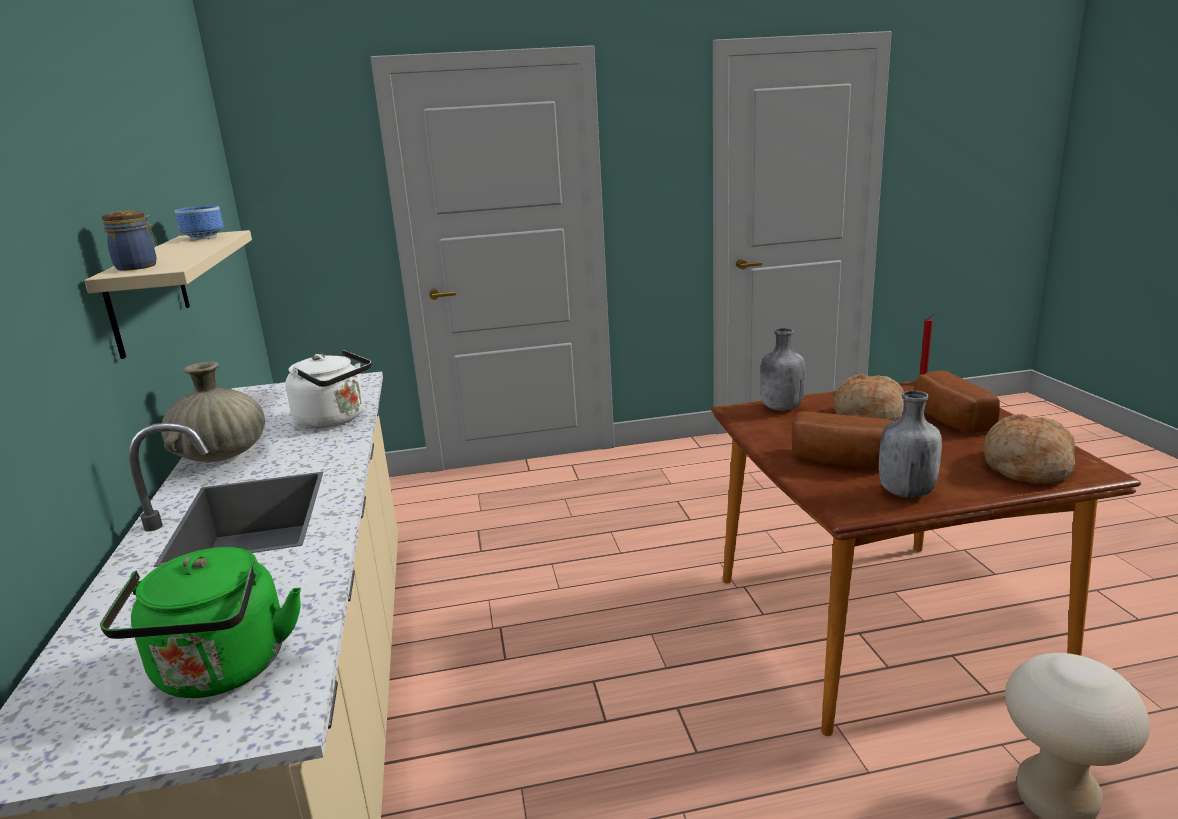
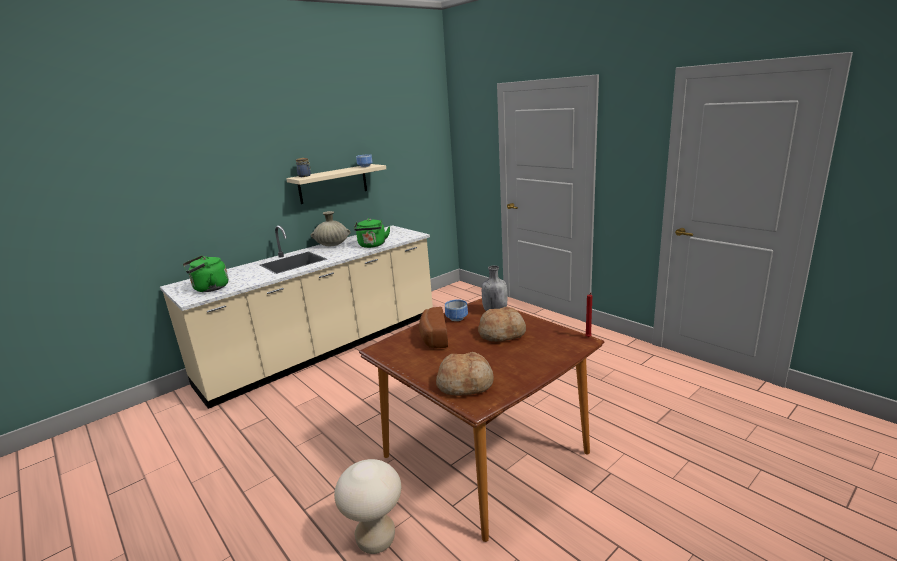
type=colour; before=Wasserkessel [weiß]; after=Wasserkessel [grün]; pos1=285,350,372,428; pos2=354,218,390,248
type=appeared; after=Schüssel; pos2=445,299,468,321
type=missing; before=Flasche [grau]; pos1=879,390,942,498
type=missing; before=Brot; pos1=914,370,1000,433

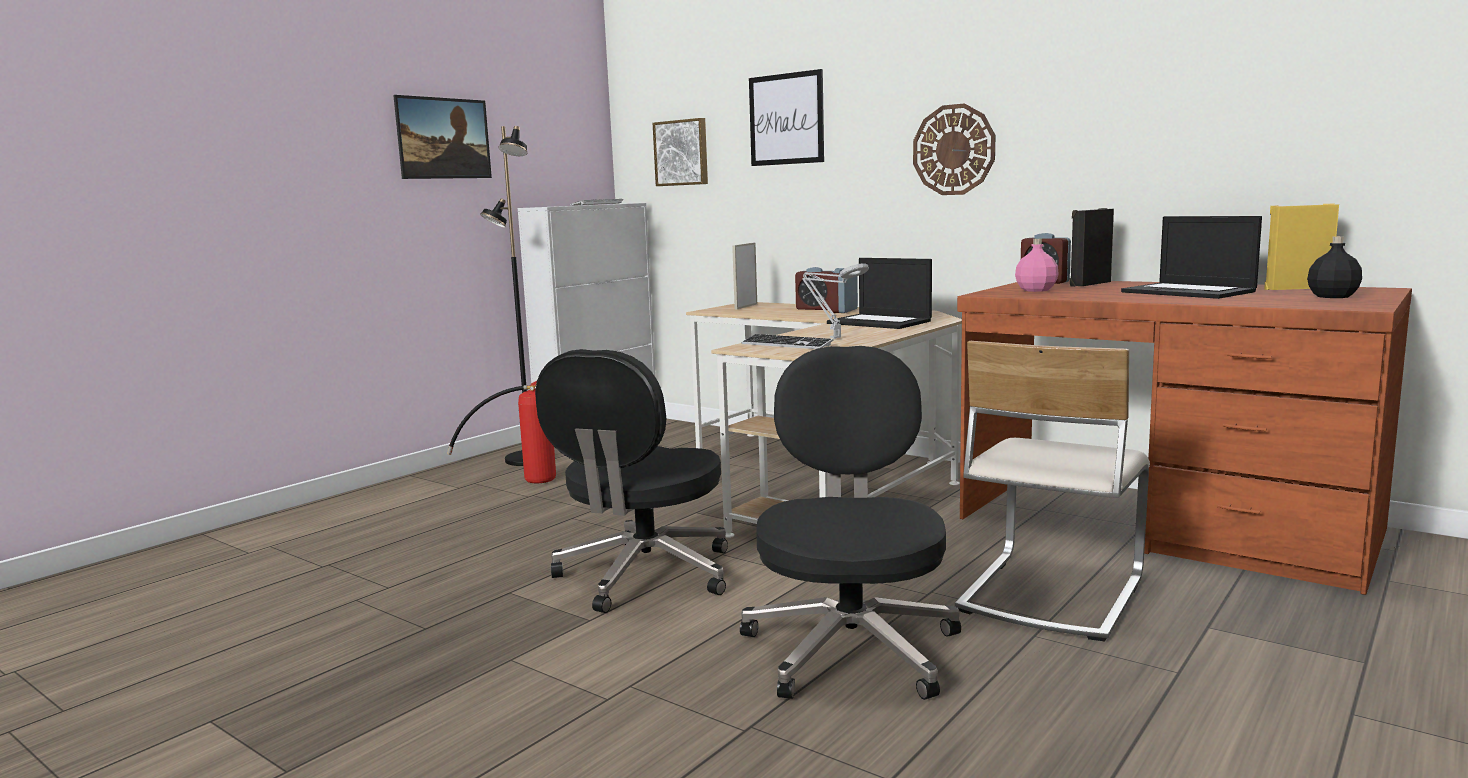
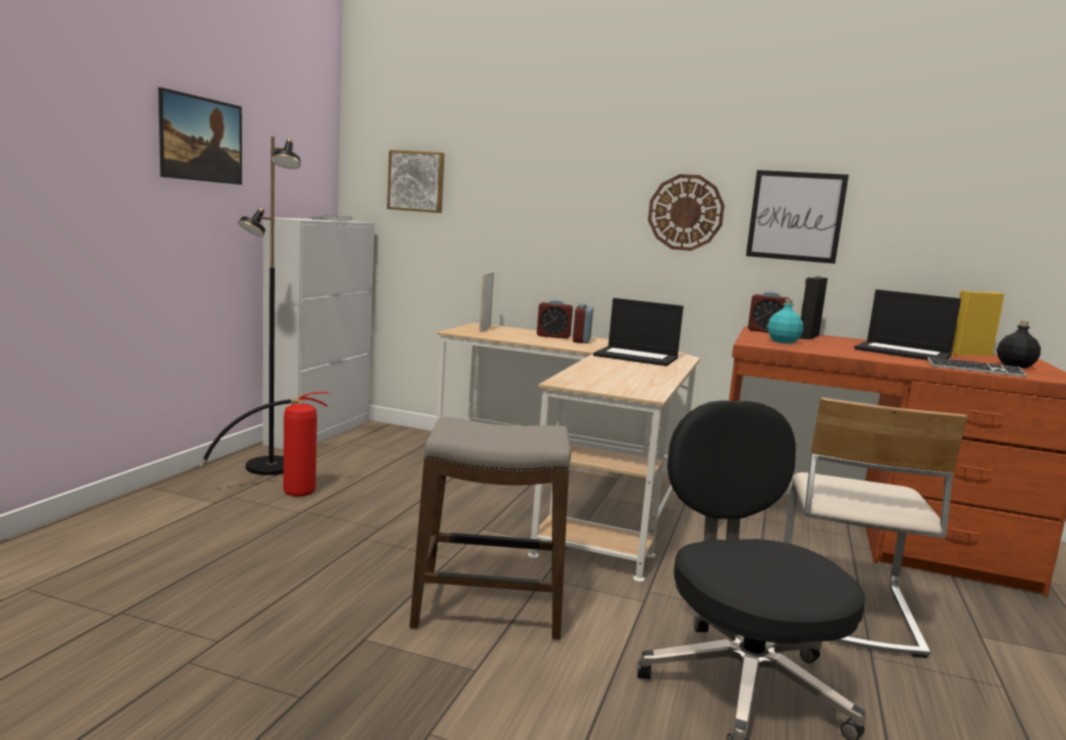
type=exchanged; before=Bürostuhl [schwarz]; after=Hocker; pos1=535,349,728,613; pos2=410,417,571,640
type=relocated; before=Bild; pos1=749,69,824,166; pos2=746,170,849,264
type=colour; before=Flasche [rosa]; after=Flasche [türkis]; pos1=1015,238,1059,292; pos2=767,299,803,343
type=relocated; before=Tastatur; pos1=741,334,833,349; pos2=927,357,1027,377
type=missing; before=Tischlampe [grau]; pos1=803,263,869,339

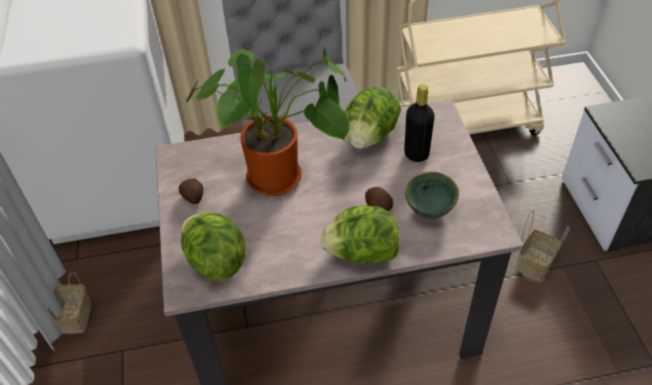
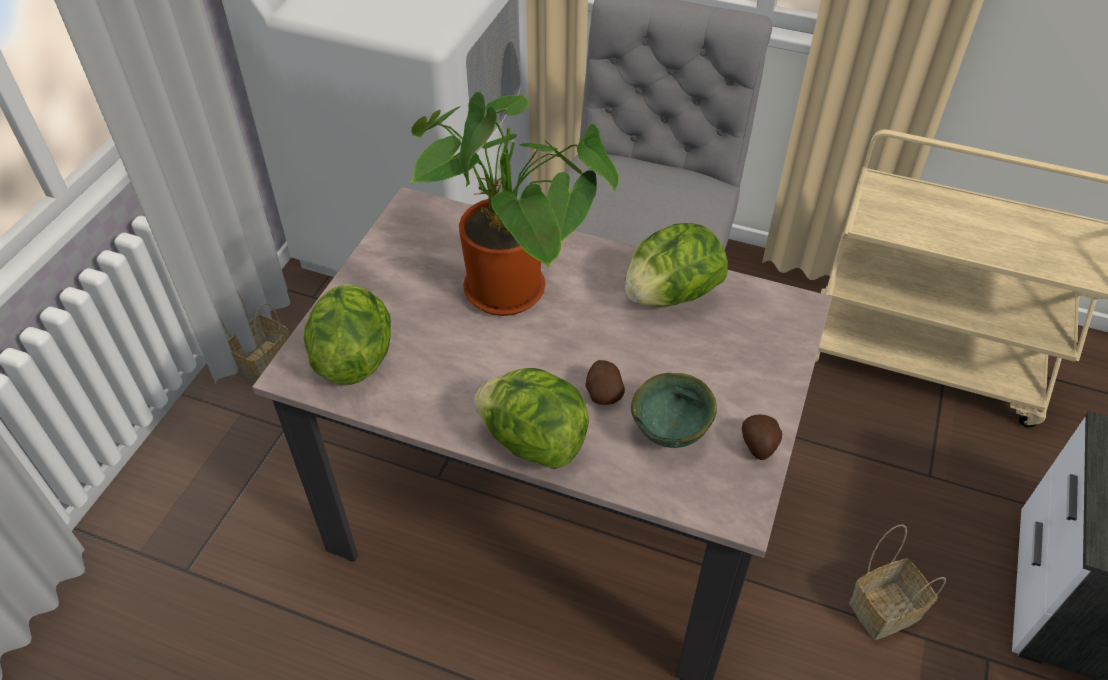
type=relocated; before=Kartoffel; pos1=178,179,203,204; pos2=742,414,782,460
type=missing; before=Flasche [schwarz]; pos1=404,84,435,162

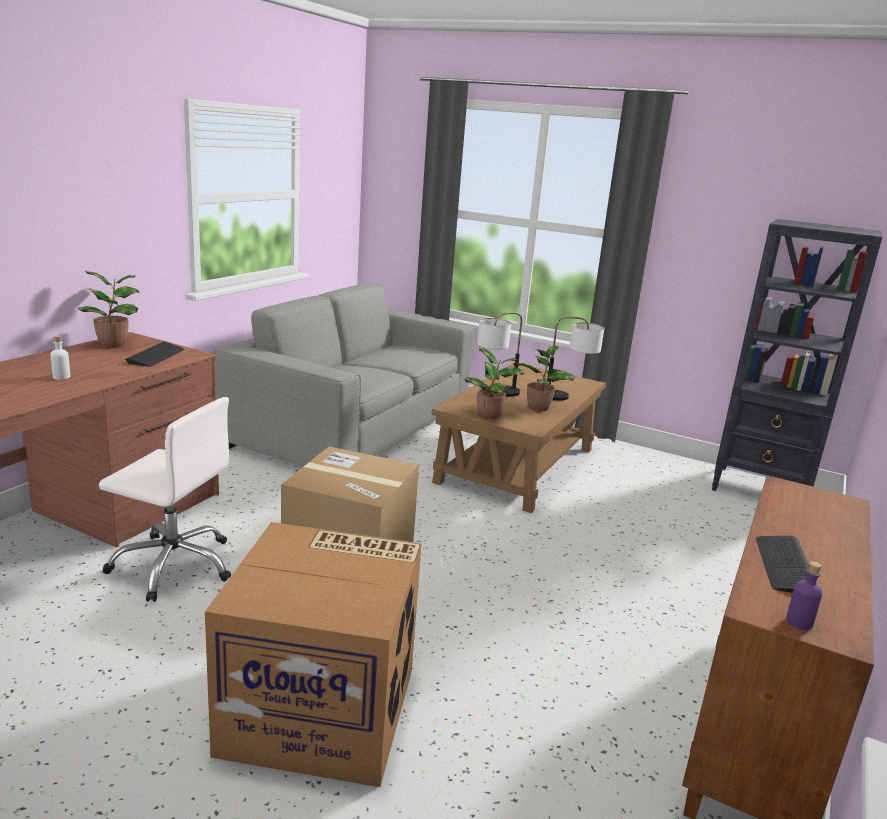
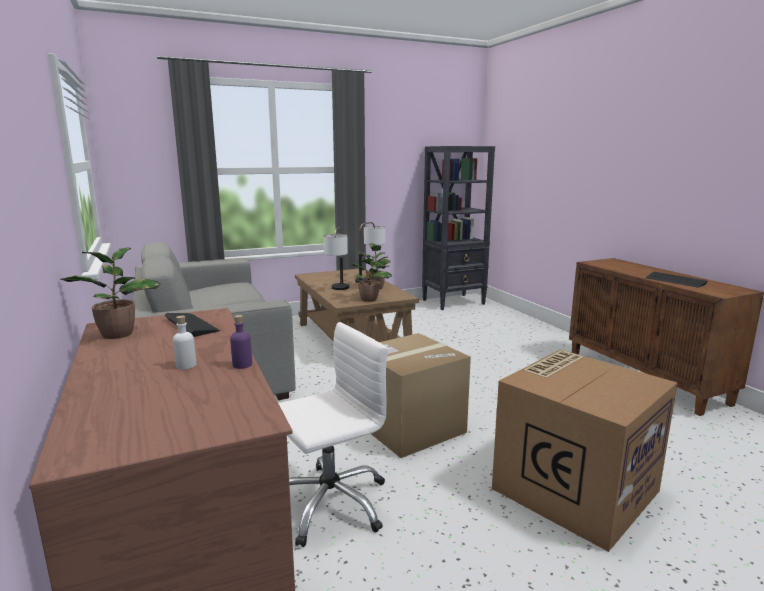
type=relocated; before=Flasche [lila]; pos1=786,561,822,630; pos2=230,315,252,369

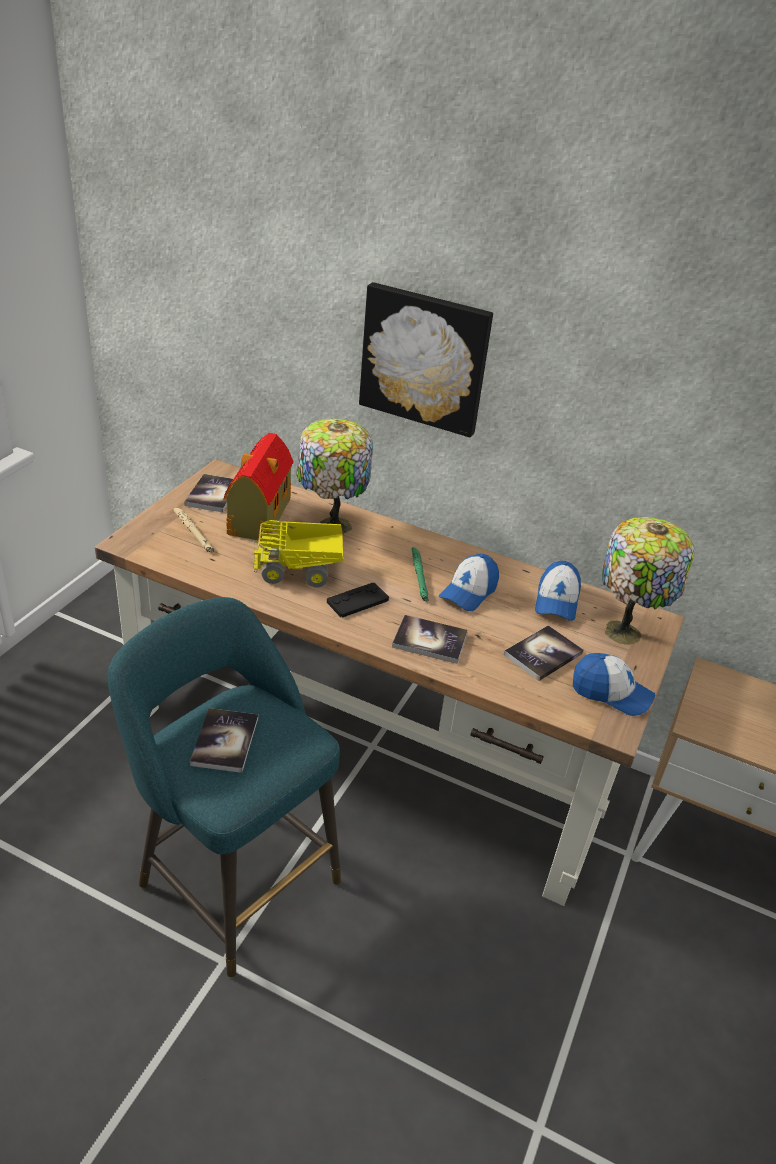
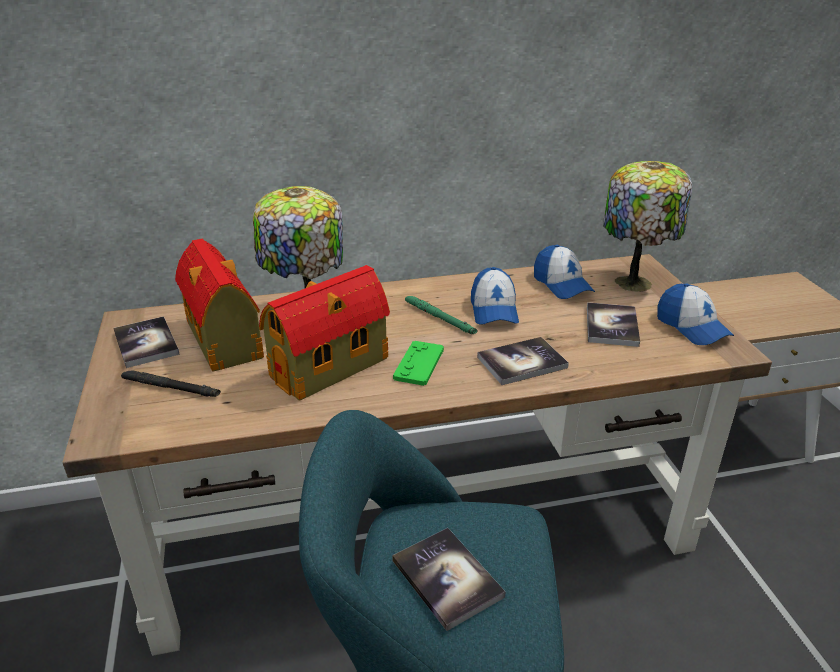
type=colour; before=Taschenlampe [beige]; after=Taschenlampe [schwarz]; pos1=173,508,214,552; pos2=121,371,221,397
type=exchanged; before=Spielzeuglaster; after=Spielzeughaus; pos1=253,520,343,588; pos2=259,265,390,401
type=colour; before=Gamepad [schwarz]; after=Gamepad [grün]; pos1=327,583,389,618; pos2=393,341,444,386
type=spun; before=Kappe; pos1=573,653,655,716; pos2=657,284,734,345; turn=75
type=missing; before=Bild; pos1=359,282,493,437

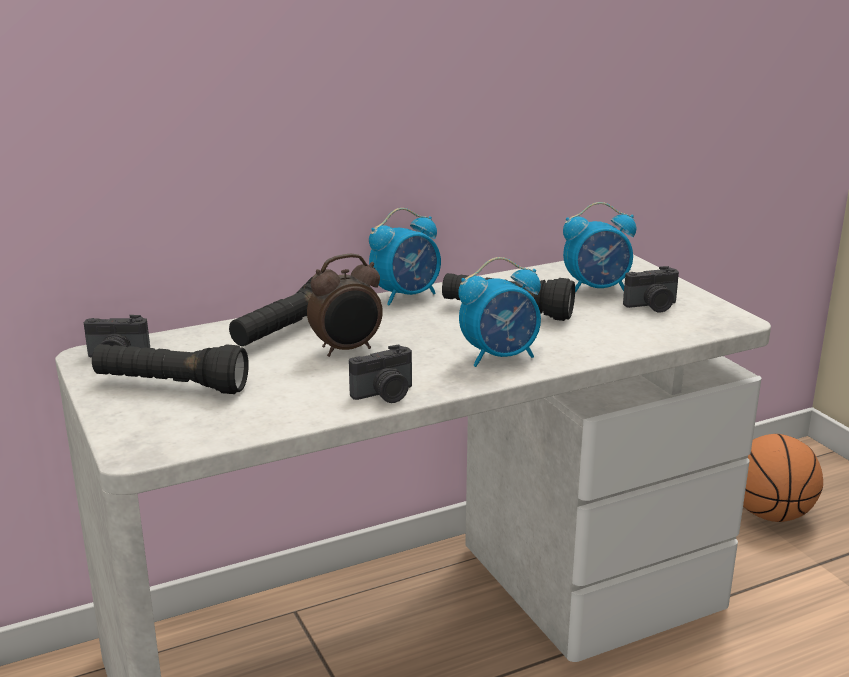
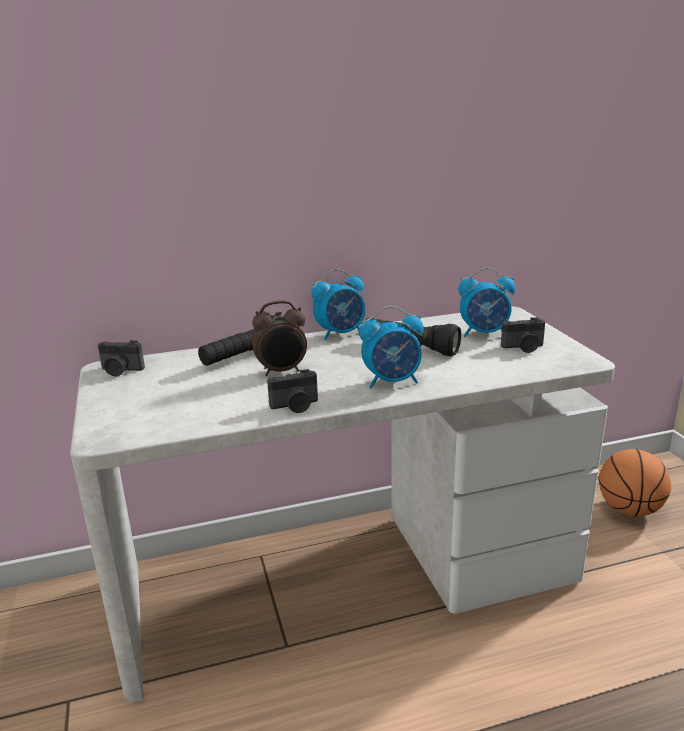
type=missing; before=Taschenlampe [schwarz]; pos1=92,344,249,394

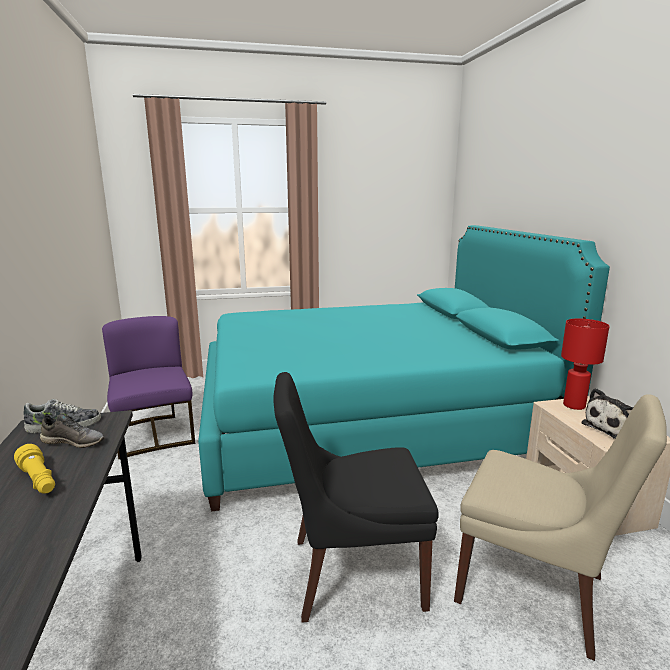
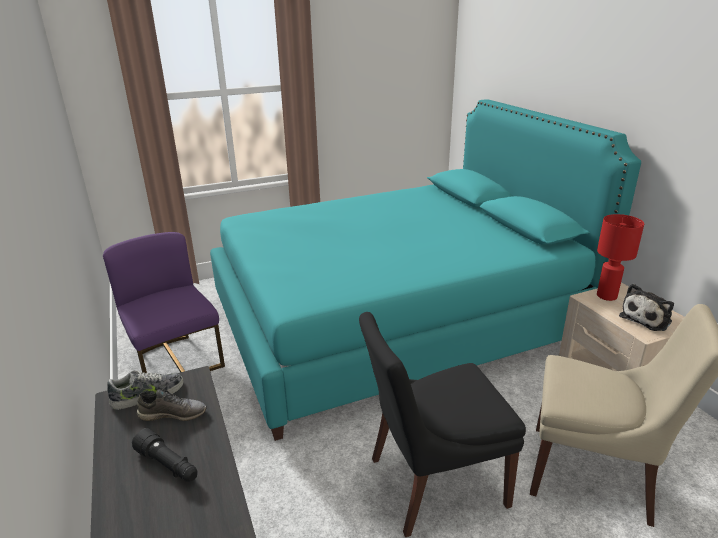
type=colour; before=Taschenlampe [gelb]; after=Taschenlampe [schwarz]; pos1=14,444,55,494; pos2=132,428,198,482

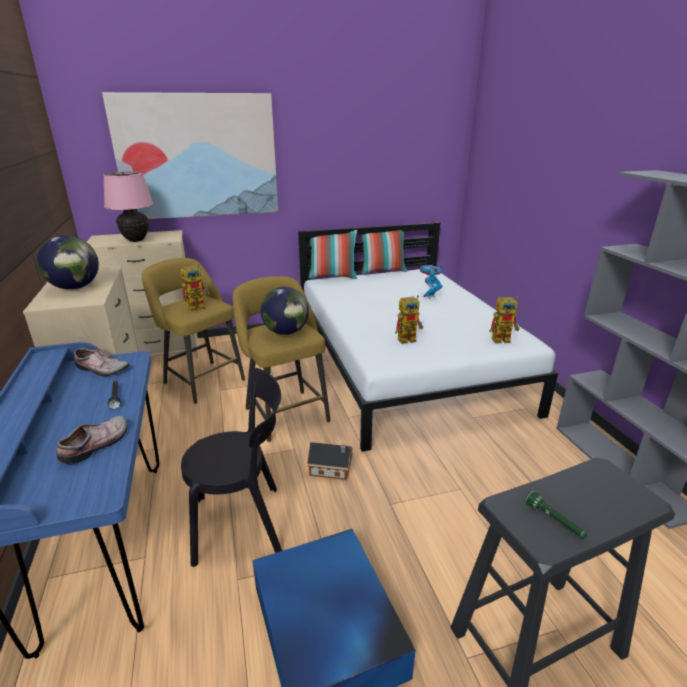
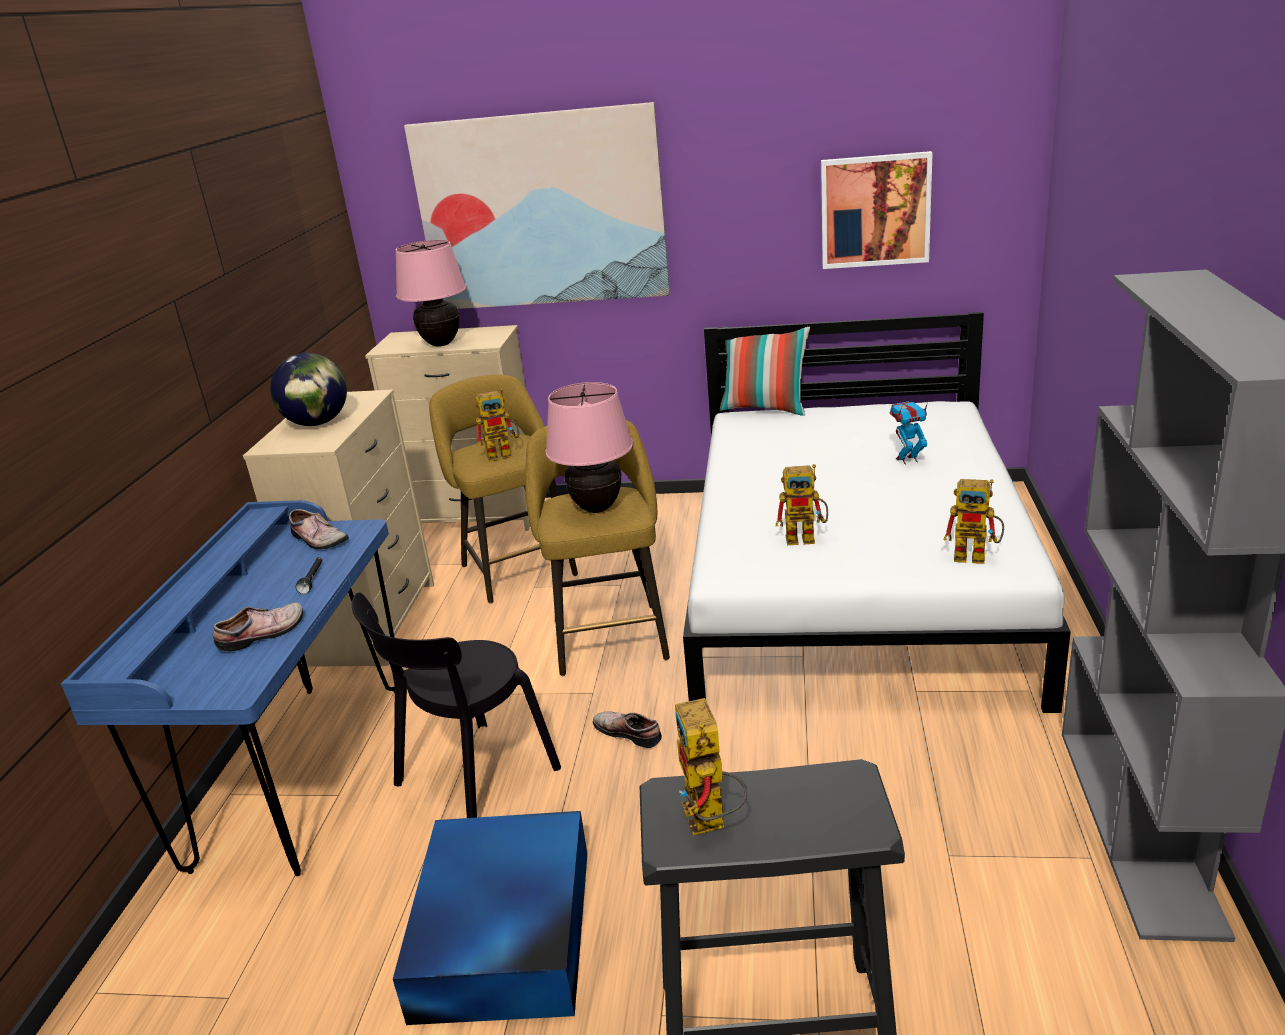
type=spun; before=Stuhl [schwarz]; pos1=181,368,282,567; pos2=352,592,561,818; turn=120
type=exchanged; before=Globus; after=Tischlampe [rosa]; pos1=260,287,309,335; pos2=546,382,633,513
type=exchanged; before=Spielzeughaus; after=Schuh; pos1=307,442,353,480; pos2=593,712,662,748
type=exchanged; before=Taschenlampe [grün]; after=Spielzeugroboter; pos1=525,491,587,539; pos2=675,698,747,835
type=appeared; after=Bild; pos2=821,151,933,269
type=missing; before=Kissen; pos1=359,227,407,274

